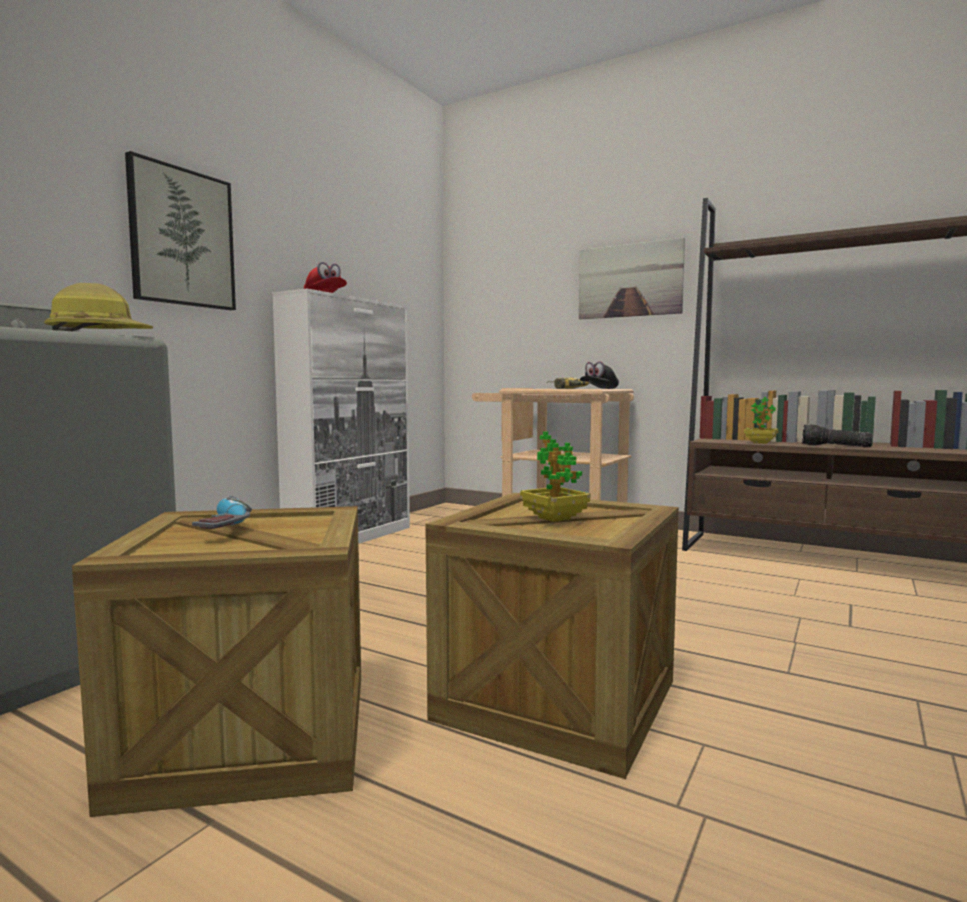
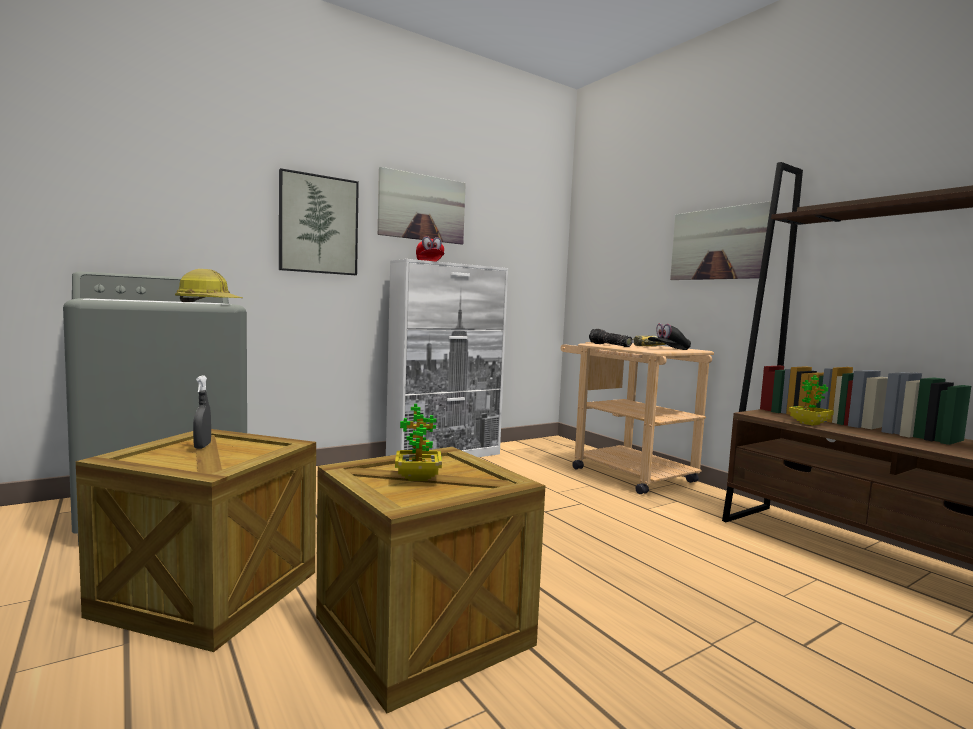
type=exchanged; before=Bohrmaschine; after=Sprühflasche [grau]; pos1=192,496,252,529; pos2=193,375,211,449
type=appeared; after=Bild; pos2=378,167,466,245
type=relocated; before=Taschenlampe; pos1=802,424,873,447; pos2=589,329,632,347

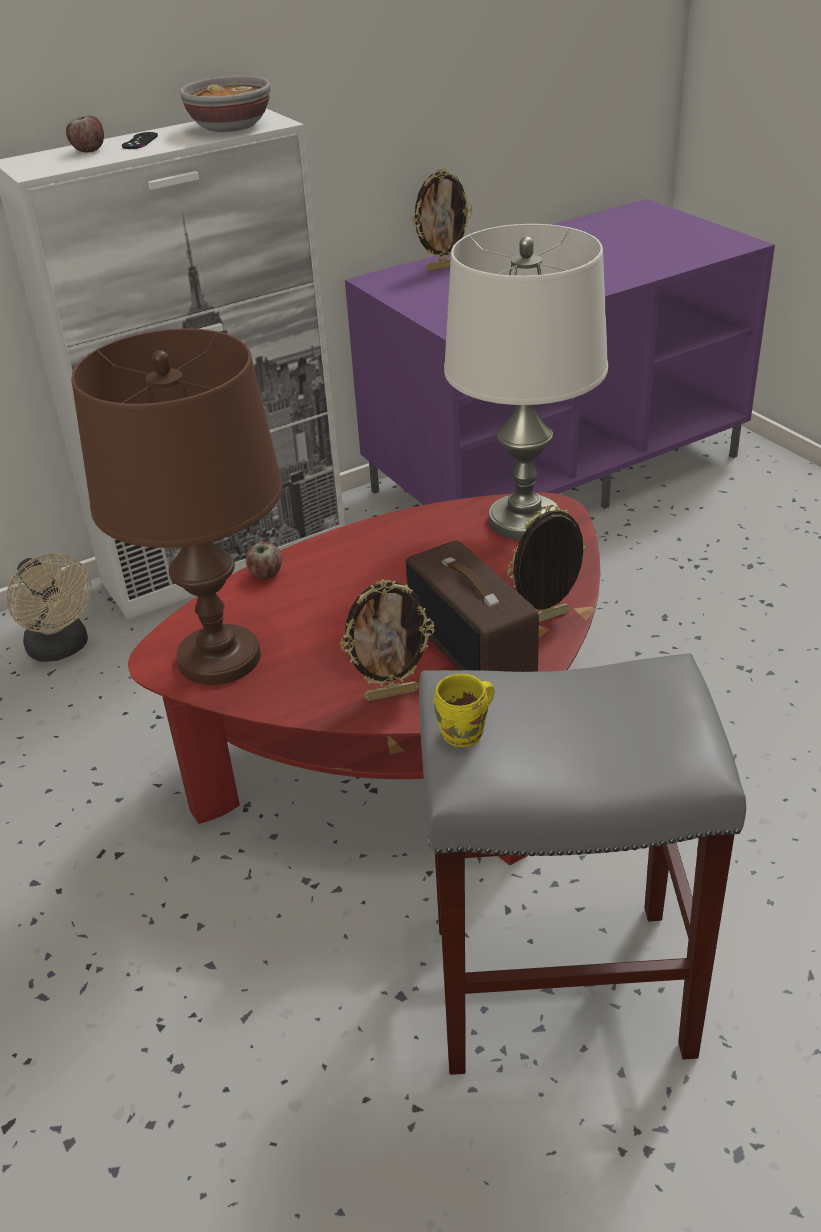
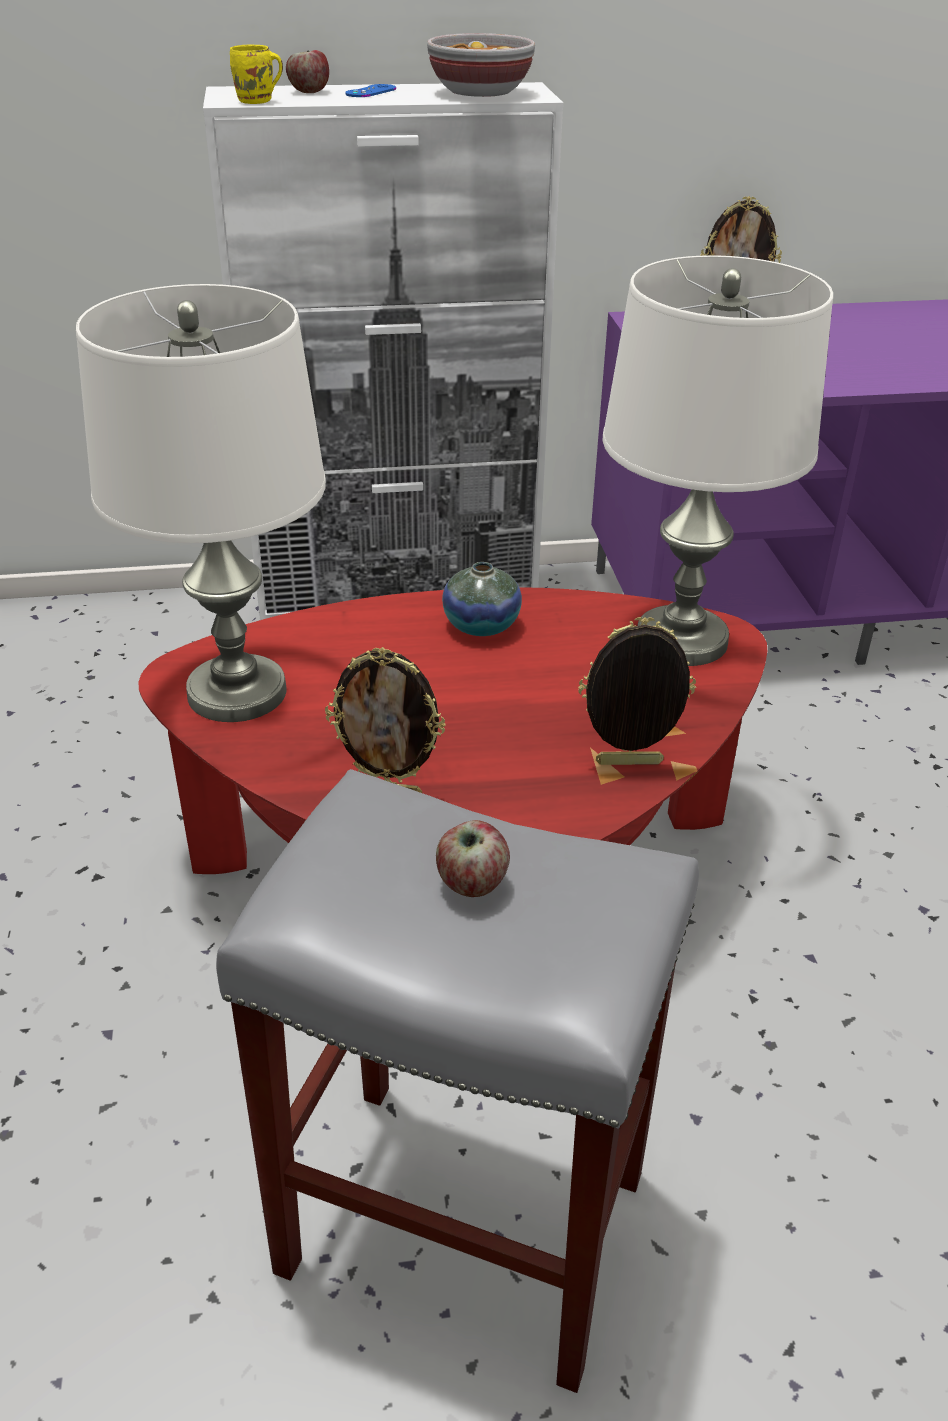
type=colour; before=Tischlampe [braun]; after=Tischlampe [weiß]; pos1=71,328,283,685; pos2=76,284,326,722
type=relocated; before=Henkelbecher [gelb]; pos1=434,674,495,747; pos2=230,45,283,104
type=colour; before=Gamepad [schwarz]; after=Gamepad [blau]; pos1=122,132,158,149; pos2=345,84,396,97
type=relocated; before=Apfel; pos1=246,542,282,579; pos2=436,820,510,897
type=appeared; after=Vase; pos2=442,562,522,636
type=missing; before=Ventilator [beige]; pos1=6,553,92,662
type=missing; before=Radio; pos1=406,540,539,672

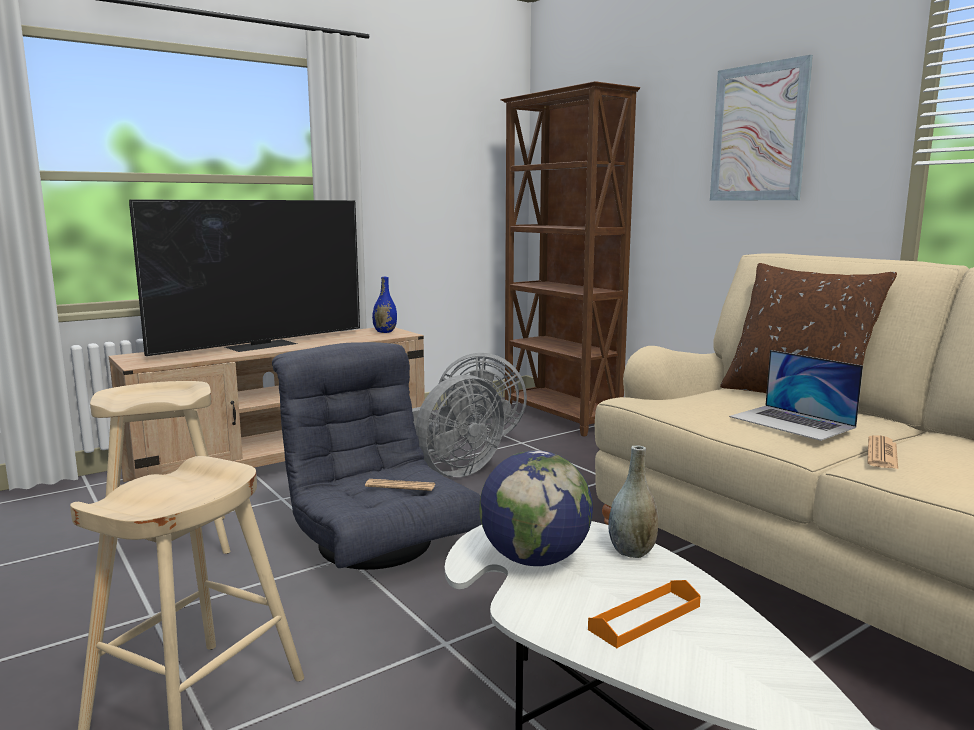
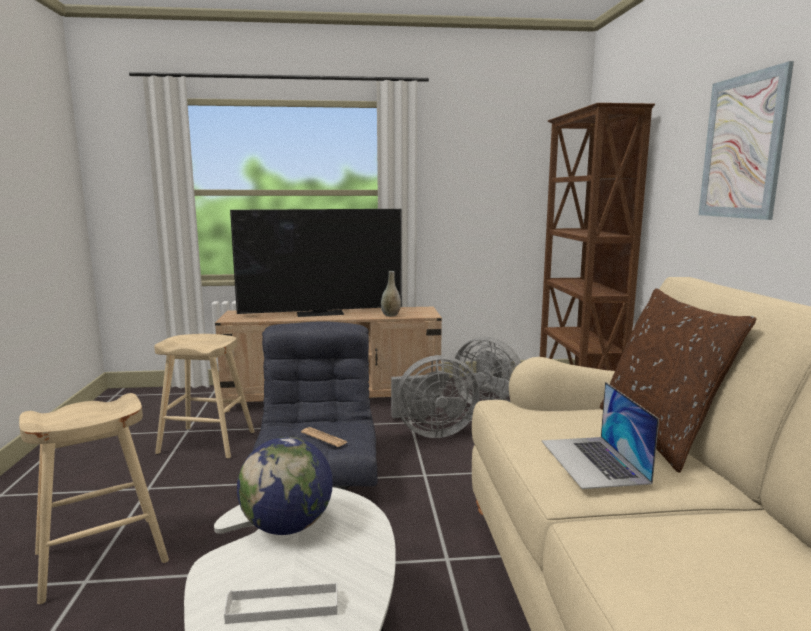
type=colour; before=Tablett [orange]; after=Tablett [weiß]; pos1=588,580,701,648; pos2=224,582,337,624
type=relocated; before=Vase [grau]; pos1=608,445,659,558; pos2=381,271,401,317
type=missing; before=Vase [blau]; pos1=372,277,397,333
type=missing; before=Zeitung; pos1=867,435,898,469

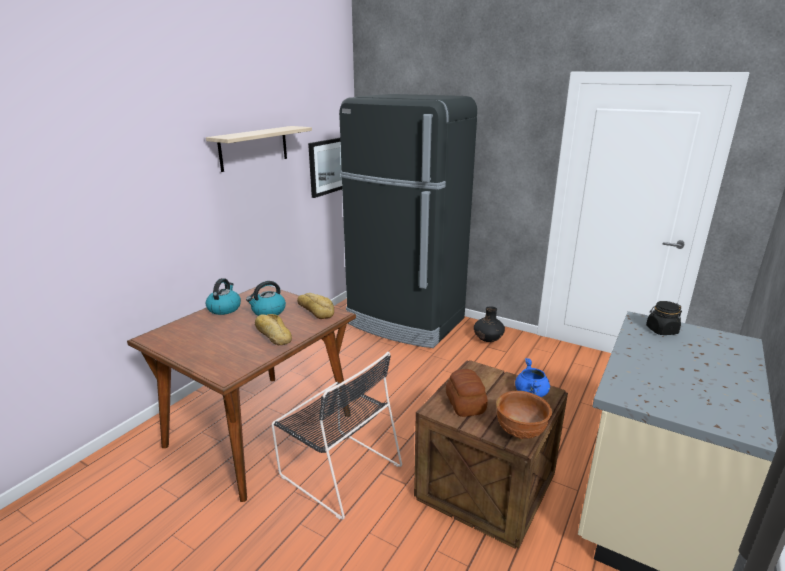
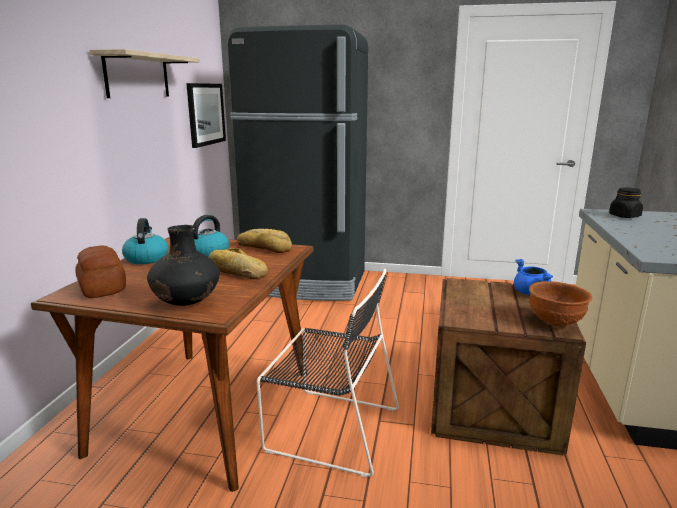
type=relocated; before=Brot; pos1=446,369,488,417; pos2=75,245,126,298
type=relocated; before=Vase [schwarz]; pos1=474,307,505,342; pos2=147,225,220,306

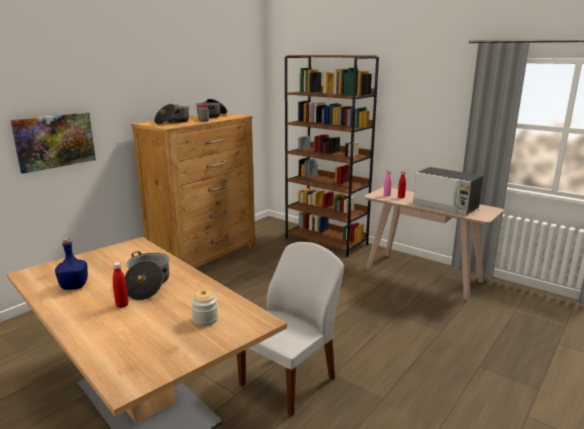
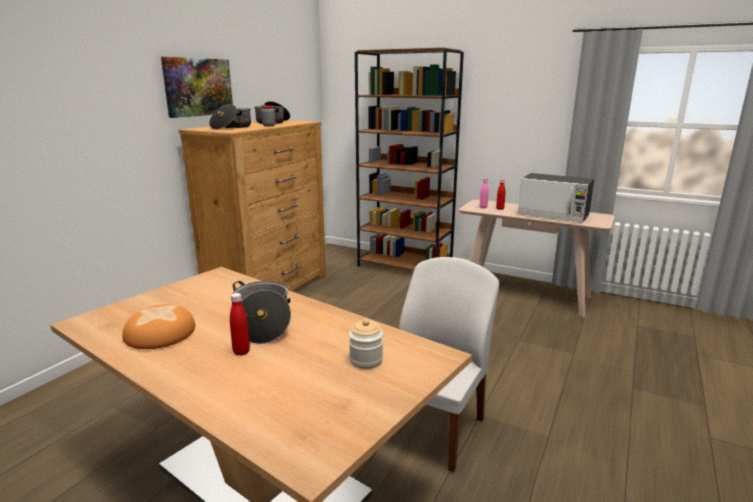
type=exchanged; before=Flasche [blau]; after=Brot; pos1=55,238,88,290; pos2=122,304,195,349
type=relocated; before=Bild; pos1=10,112,96,174; pos2=161,57,233,118

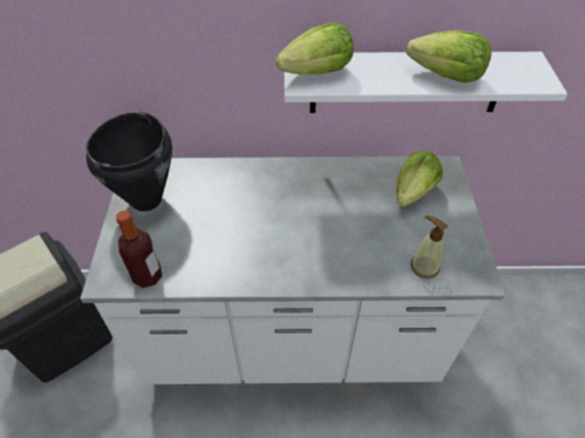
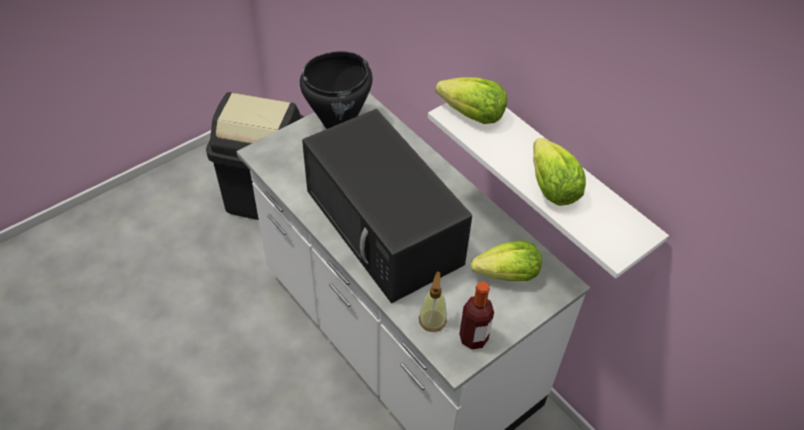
type=appeared; after=Mikrowelle [schwarz]; pos2=302,109,472,303
type=relocated; before=Flasche; pos1=116,210,162,288; pos2=459,281,494,350

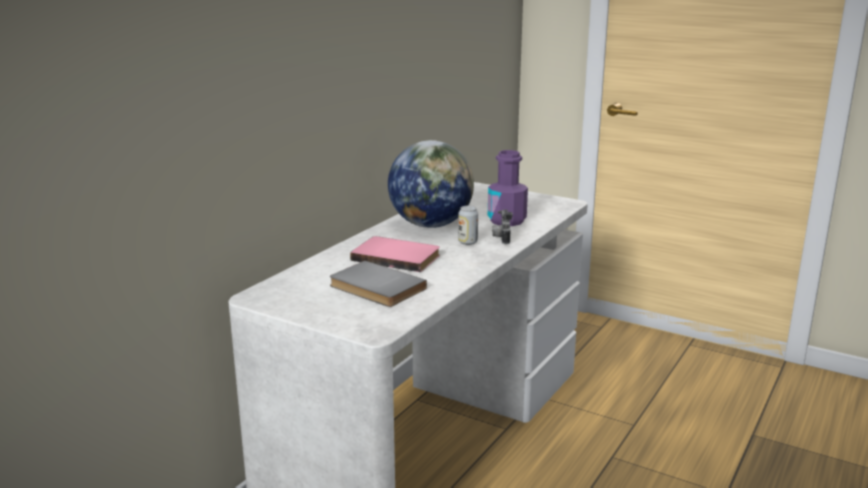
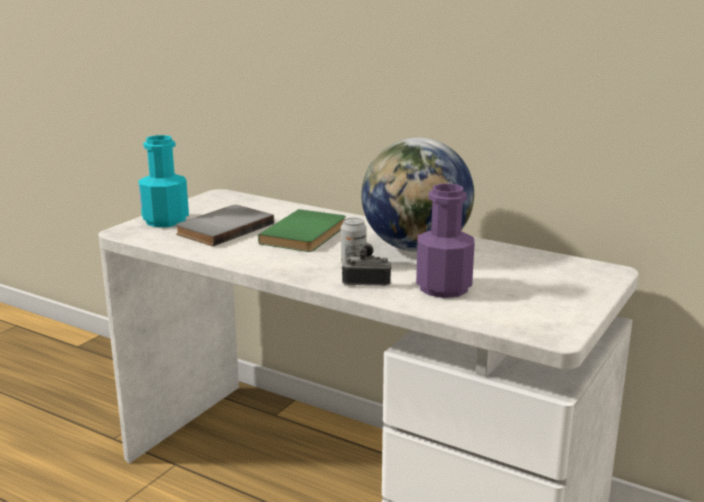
type=appeared; after=Flasche [türkis]; pos2=138,135,189,227
type=colour; before=Buch [rosa]; after=Buch [grün]; pos1=350,236,440,272; pos2=258,209,346,252

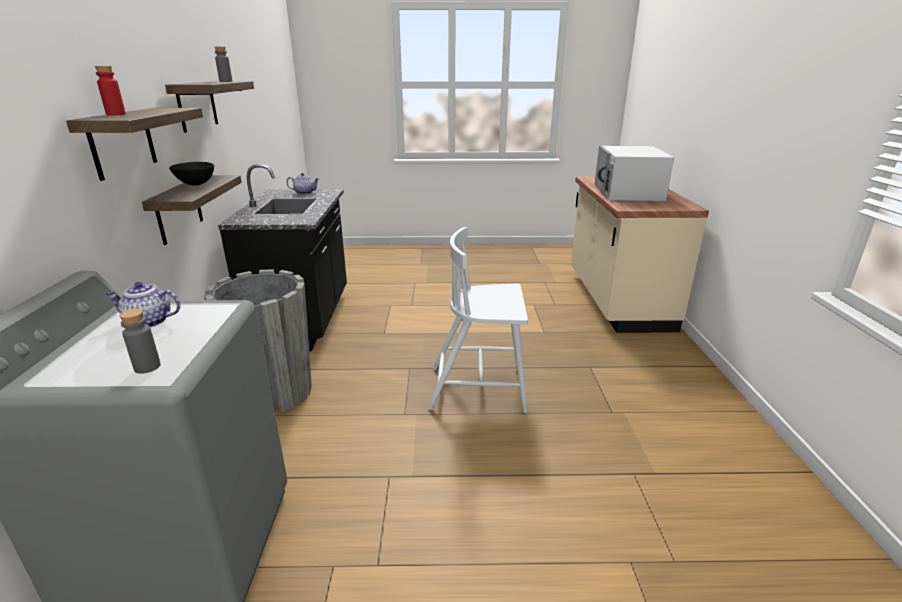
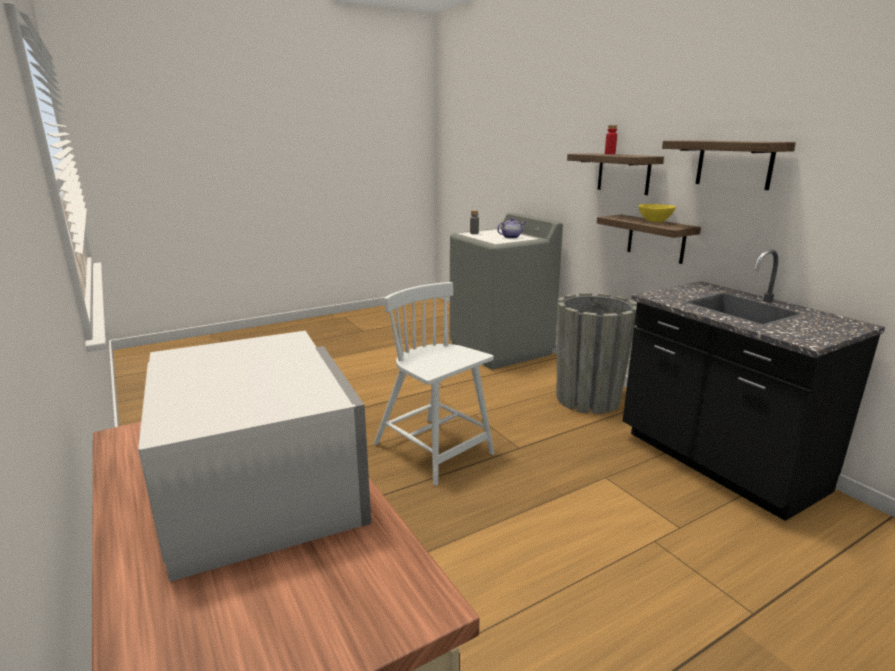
type=spun; before=Stuhl [weiß]; pos1=428,227,528,413; pos2=374,282,494,486; turn=-105
type=colour; before=Schüssel [schwarz]; after=Schüssel [gelb]; pos1=169,162,214,185; pos2=638,204,676,222
type=missing; before=Flasche [grau]; pos1=215,47,232,82
type=missing; before=Teekanne; pos1=286,173,320,195

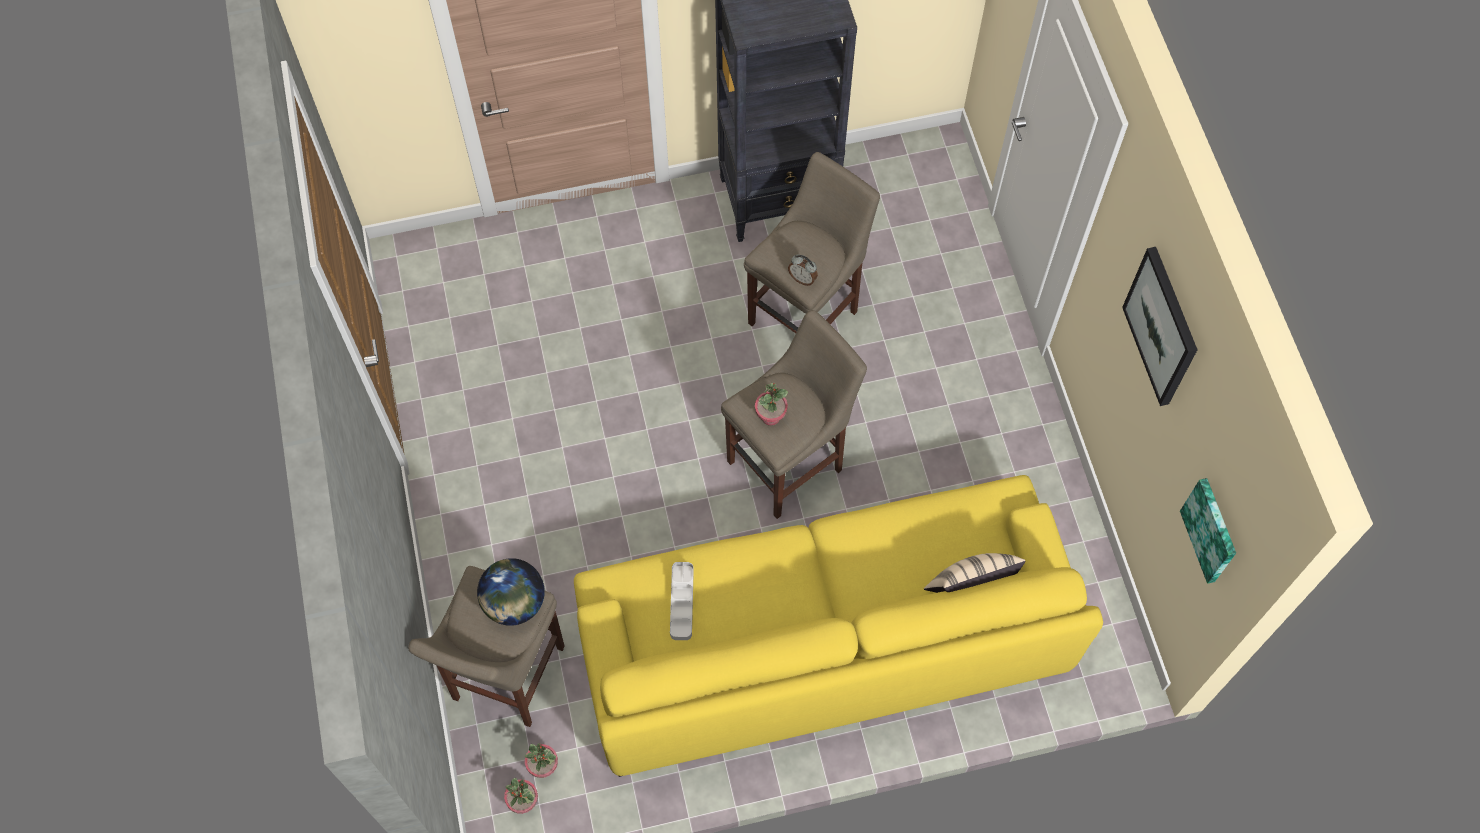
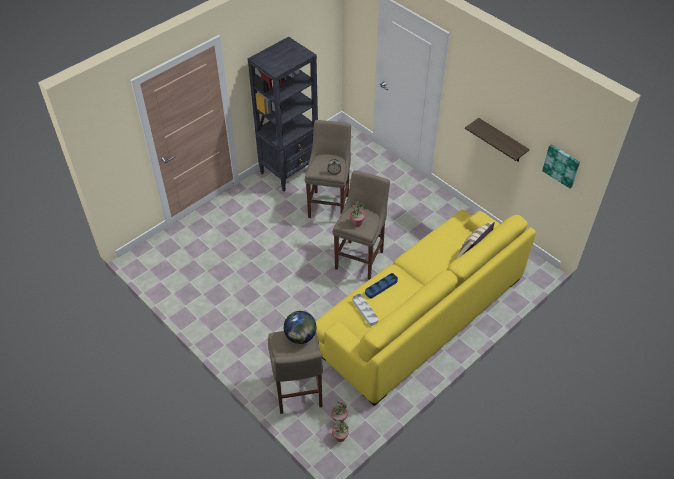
type=appeared; after=Tablett [blau]; pos2=365,273,398,299
type=appeared; after=Wandregal; pos2=465,118,529,162
type=missing; before=Bild; pos1=1122,247,1197,406

